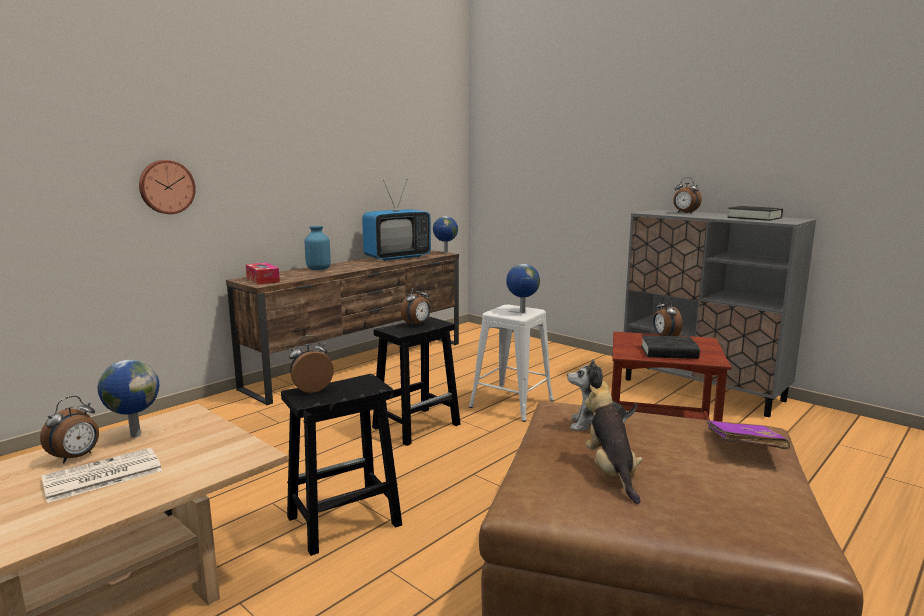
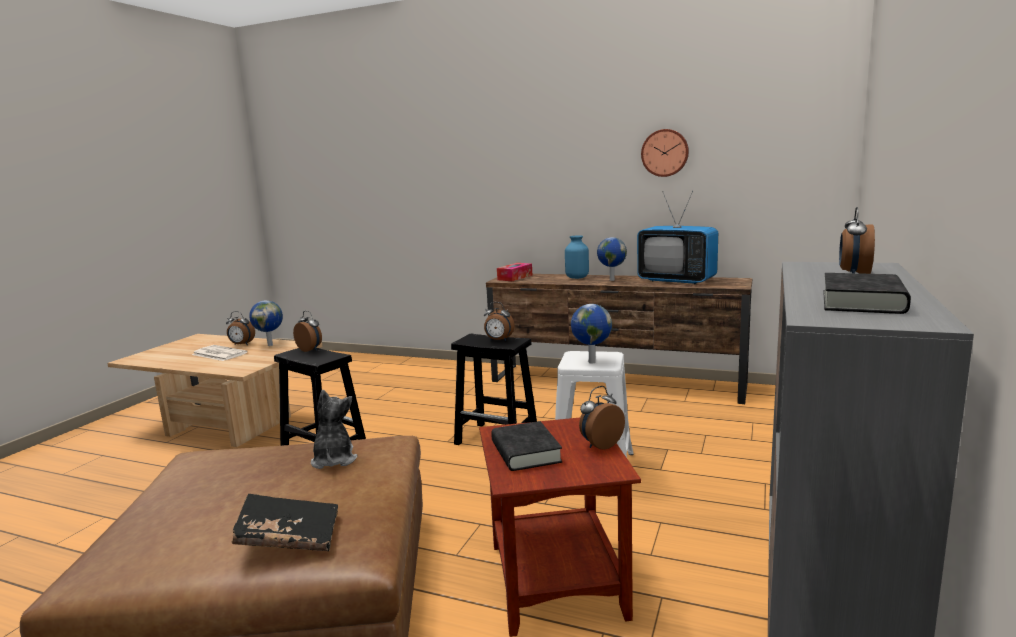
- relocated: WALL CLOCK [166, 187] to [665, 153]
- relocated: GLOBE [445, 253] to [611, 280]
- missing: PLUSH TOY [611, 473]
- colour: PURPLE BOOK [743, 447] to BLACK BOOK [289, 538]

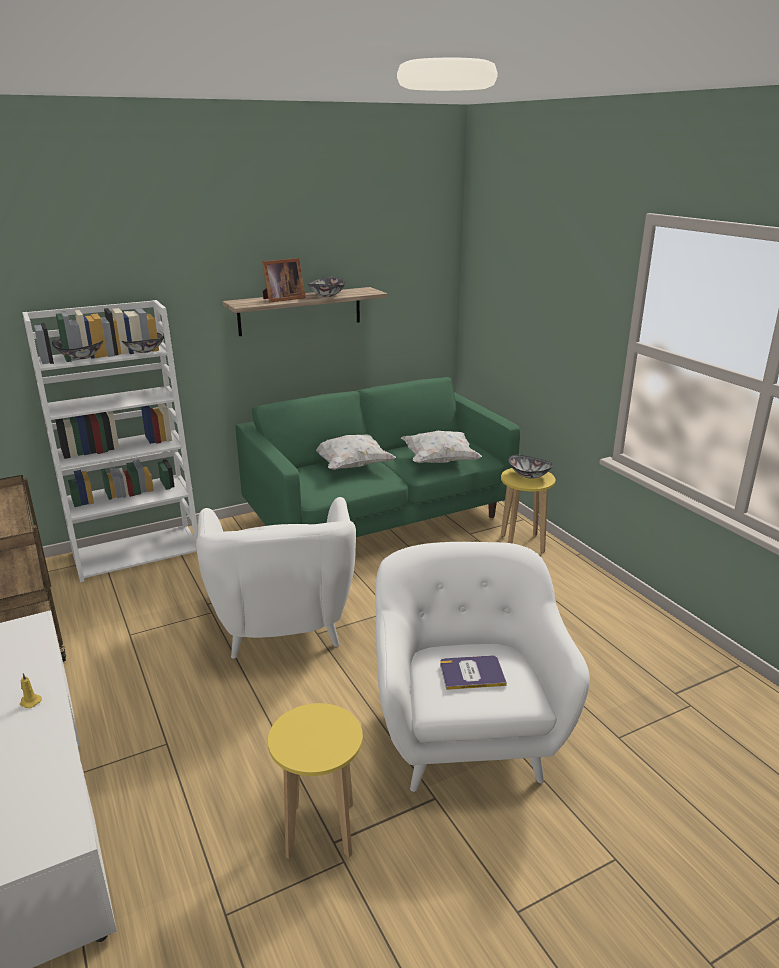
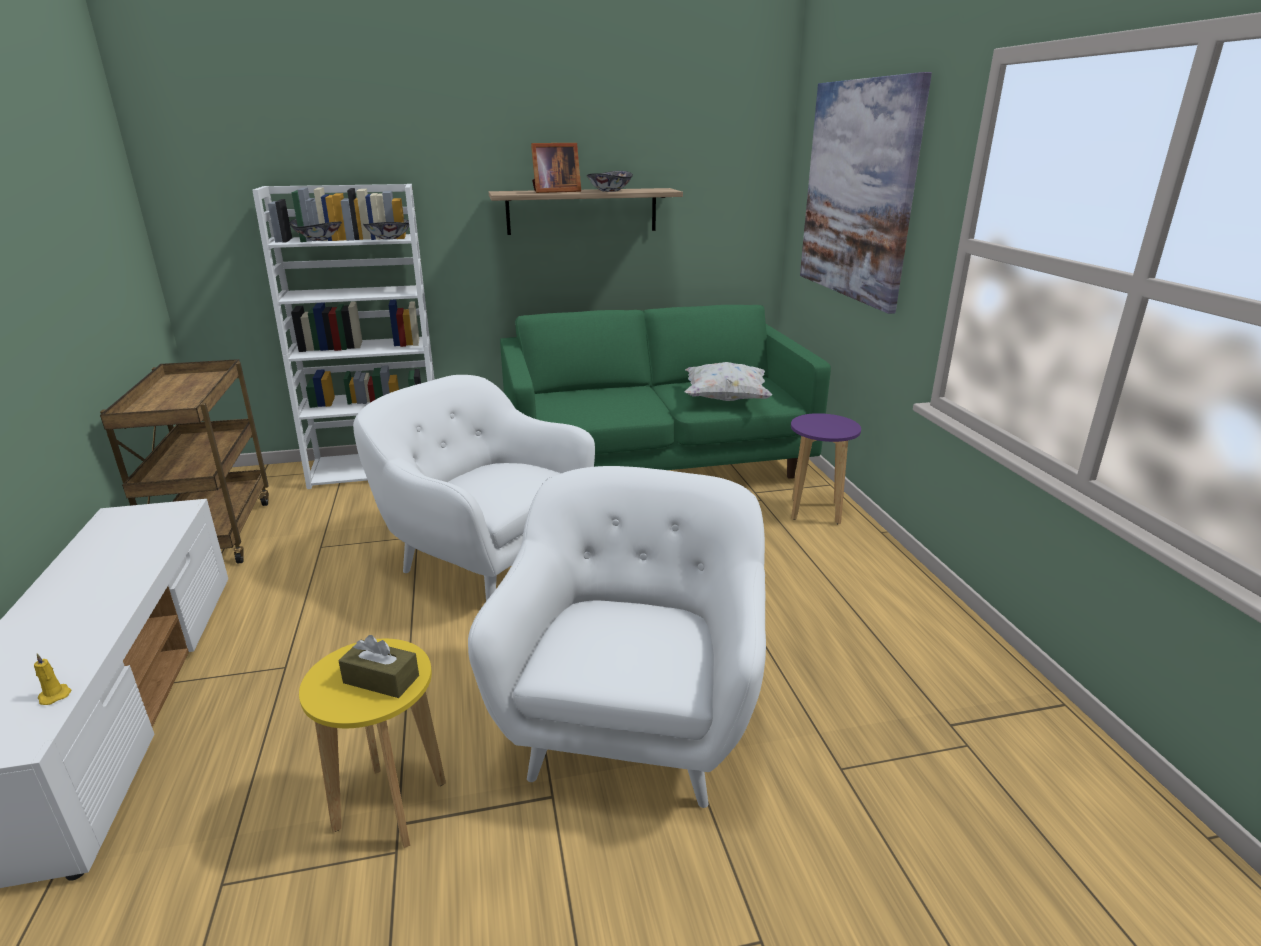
- missing: WHITE PILLOW [351, 466]
- missing: BOWL [529, 475]
- colour: YELLOW STOOL [522, 544] to PURPLE STOOL [816, 511]
- spun: WHITE ARMCHAIR [283, 625] = [485, 560] 120 degrees clockwise
- missing: BOOK [472, 673]
- relocated: YELLOW CANDLE [30, 702] to [54, 695]
- appeared: PICTURE [858, 191]
- appeared: BROWN TISSUE BOX [381, 679]

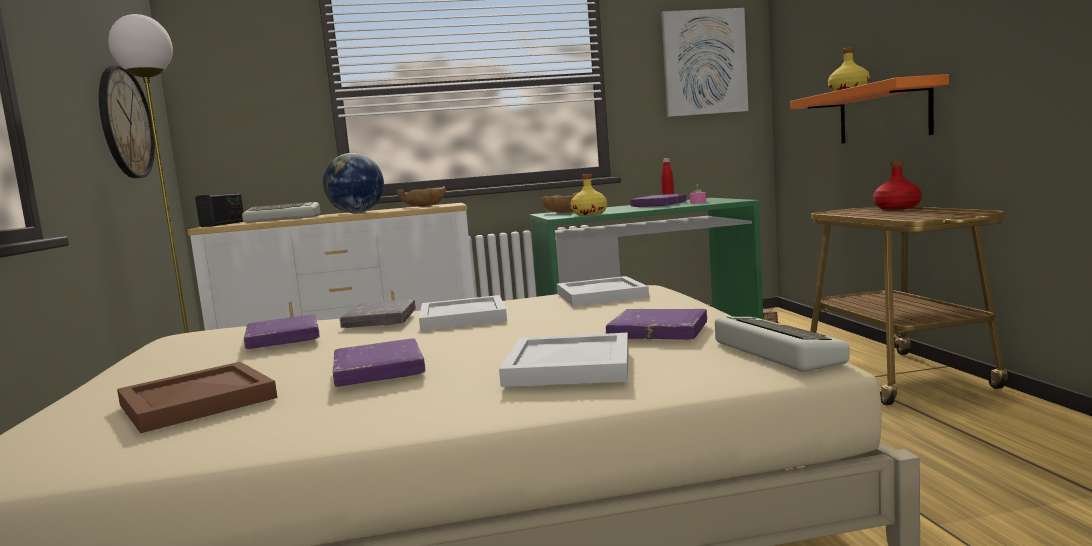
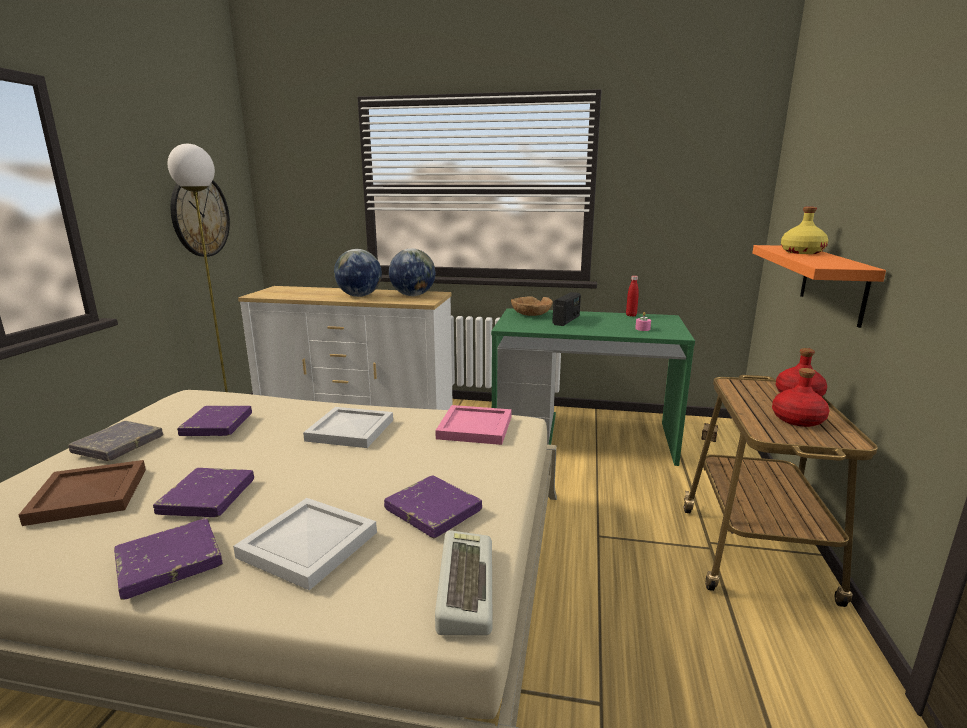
- missing: PICTURE [704, 63]
- missing: YELLOW BOTTLE [589, 214]
- exchanged: BROWN BOWL [423, 206] to GLOBE [413, 295]
- relocated: RADIO [223, 224] to [566, 320]
- relocated: PURPLE BOOK [658, 205] to [169, 562]
- missing: KEYBOARD [284, 219]
- colour: WHITE TRAY [600, 296] to PINK TRAY [473, 428]
- relocated: GREY BOOK [380, 320] to [118, 445]
- appeared: RED BOTTLE [797, 419]

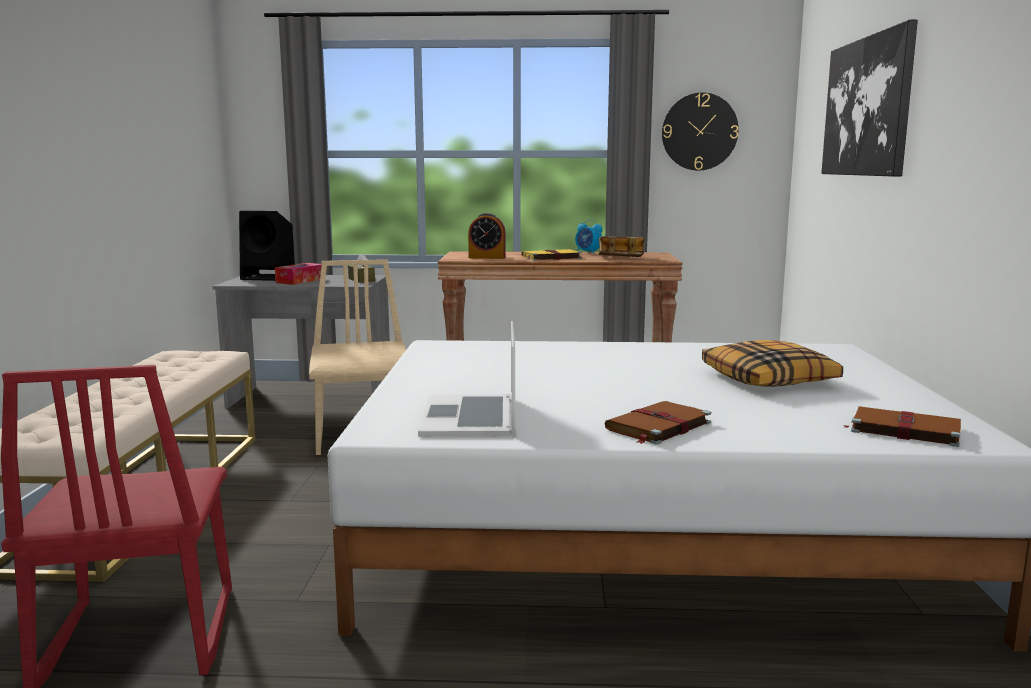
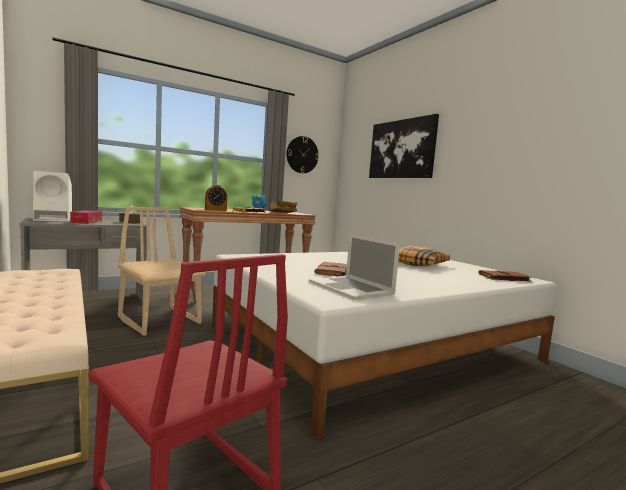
- colour: BLACK SPEAKER [269, 277] to WHITE SPEAKER [54, 219]
- relocated: BROWN BOOK [657, 426] to [332, 271]

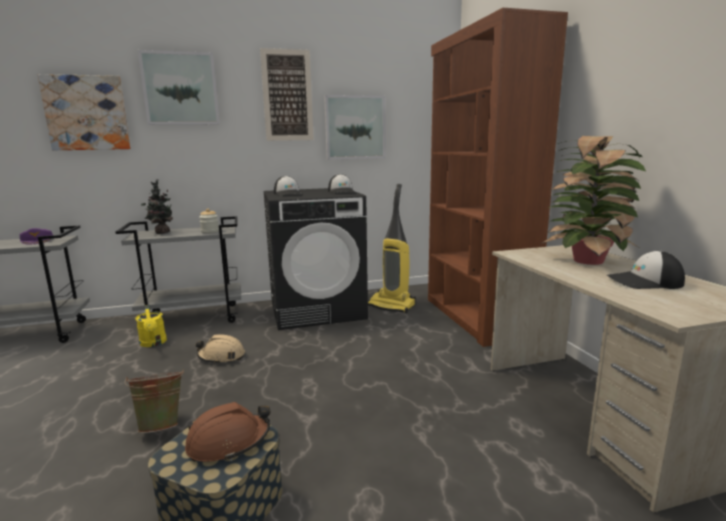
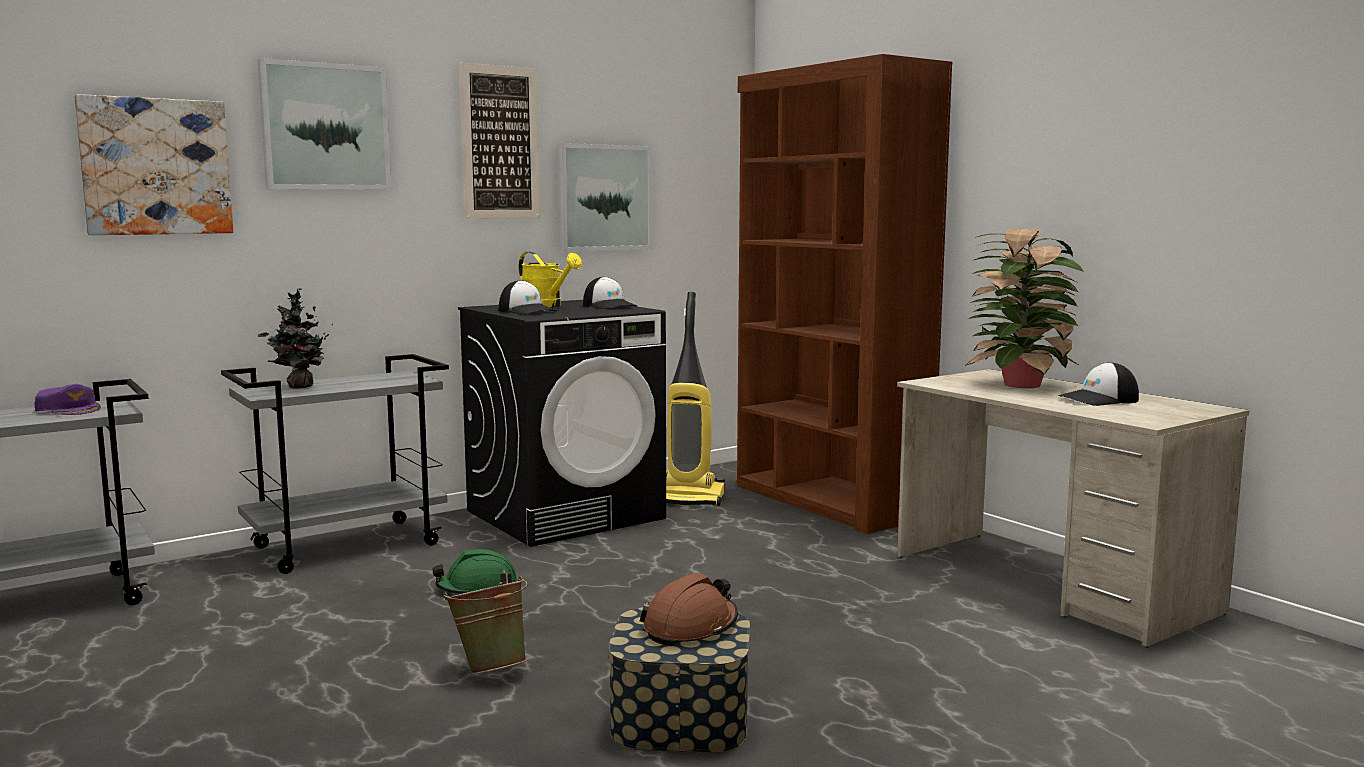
- missing: JAR [210, 231]
- relocated: YELLOW WATERING CAN [153, 343] to [547, 306]
- colour: BEIGE HARD HAT [221, 357] to GREEN HARD HAT [477, 588]

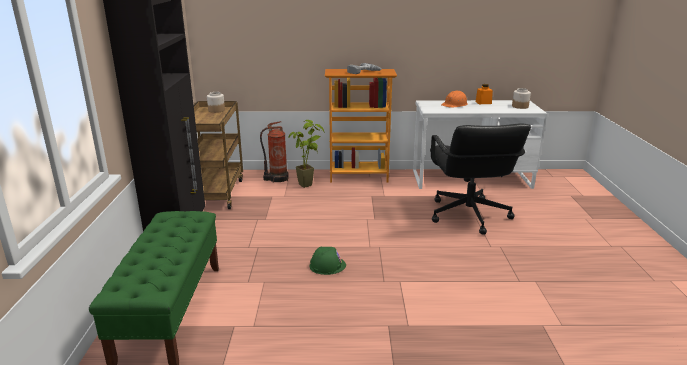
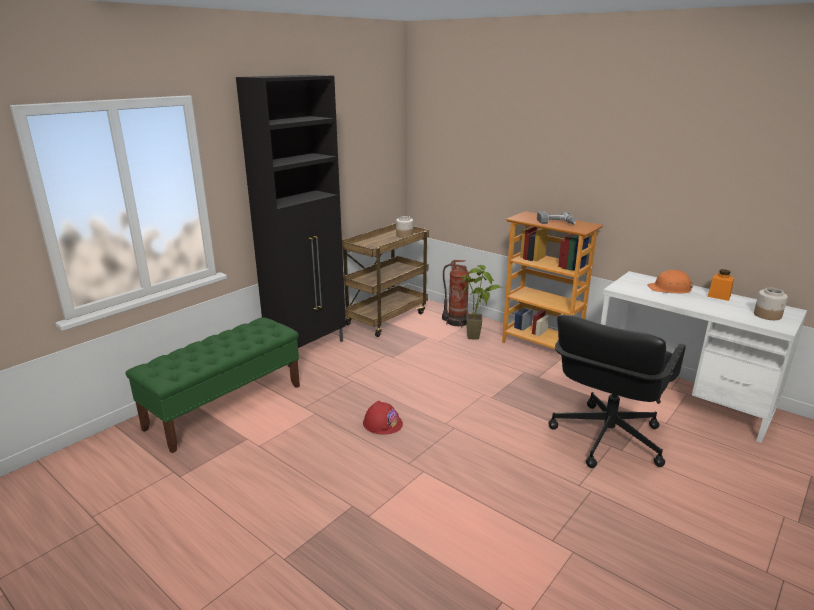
- colour: GREEN HARD HAT [327, 265] to RED HARD HAT [382, 423]

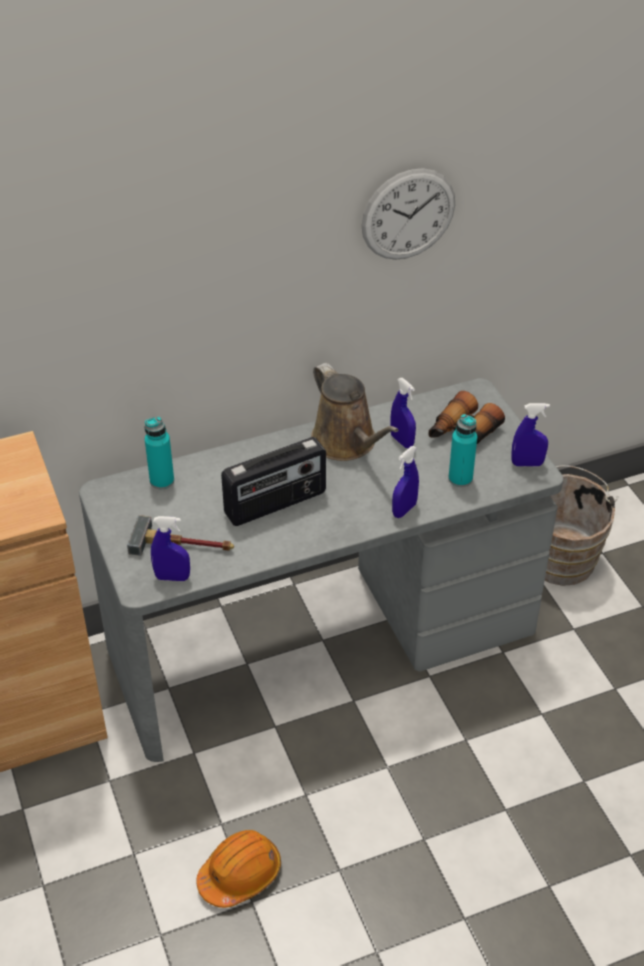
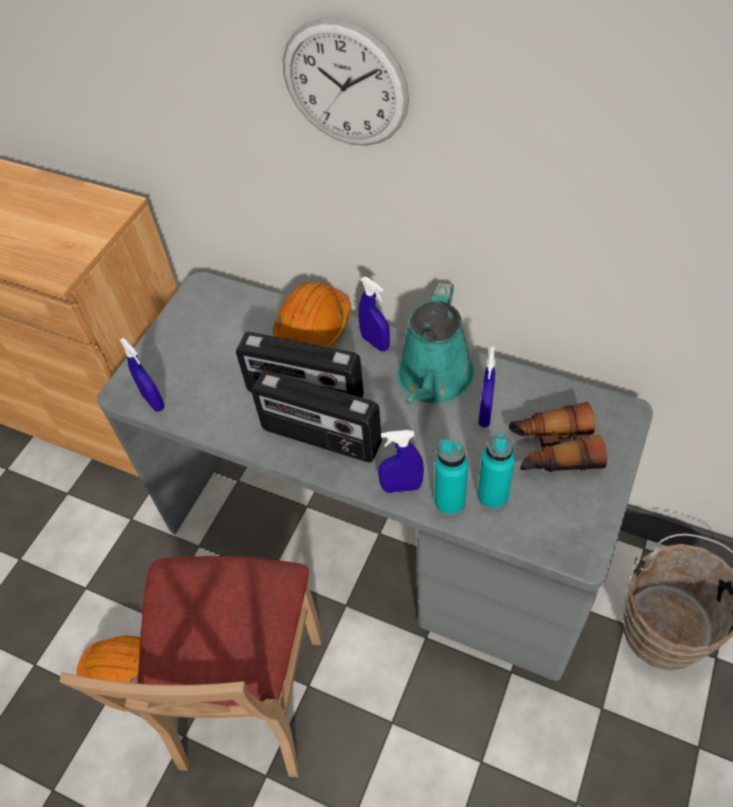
- relocated: WALL CLOCK [408, 214] to [345, 85]
- colour: BROWN WATERING CAN [347, 443] to TURQUOISE WATERING CAN [433, 380]
- relocated: BLUE SPRAY BOTTLE [527, 464] to [375, 342]
- relocated: TURQUOISE BOTTLE [162, 481] to [449, 502]
- missing: HAMMER [183, 545]
- appeared: ORANGE HARD HAT [313, 329]
- appeared: RADIO [320, 438]
- appeared: BEIGE CHAIR [248, 697]

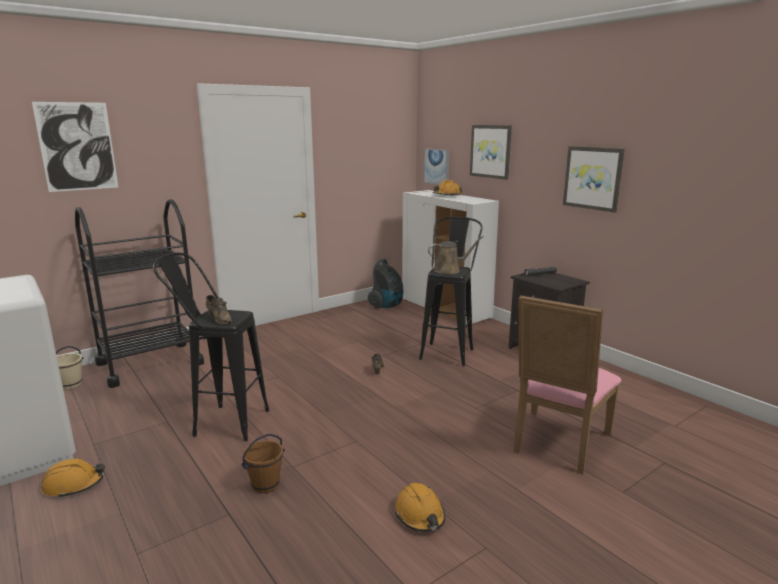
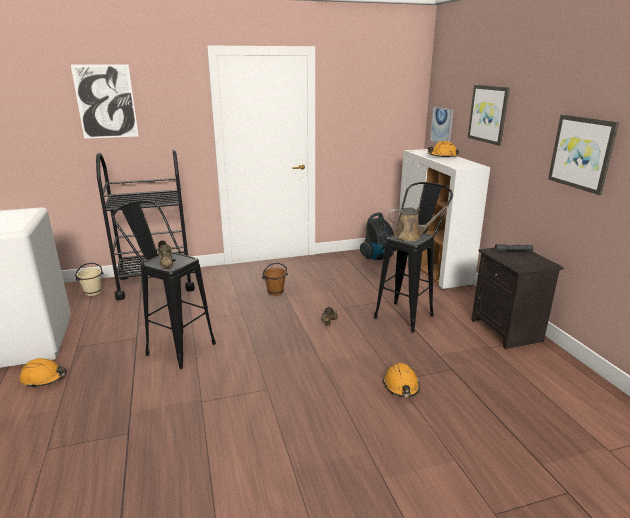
- missing: PINK CHAIR [557, 444]
- relocated: BROWN BUCKET [265, 484] to [275, 292]
- relocated: ORANGE HARD HAT [420, 515] to [401, 386]

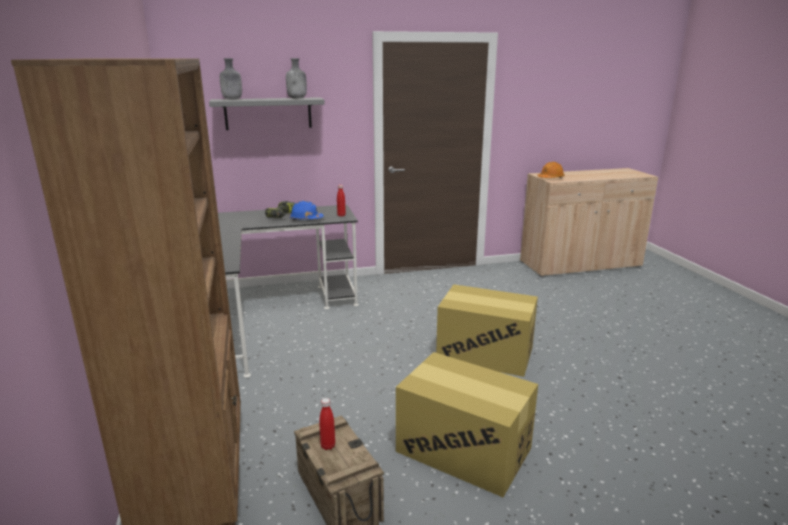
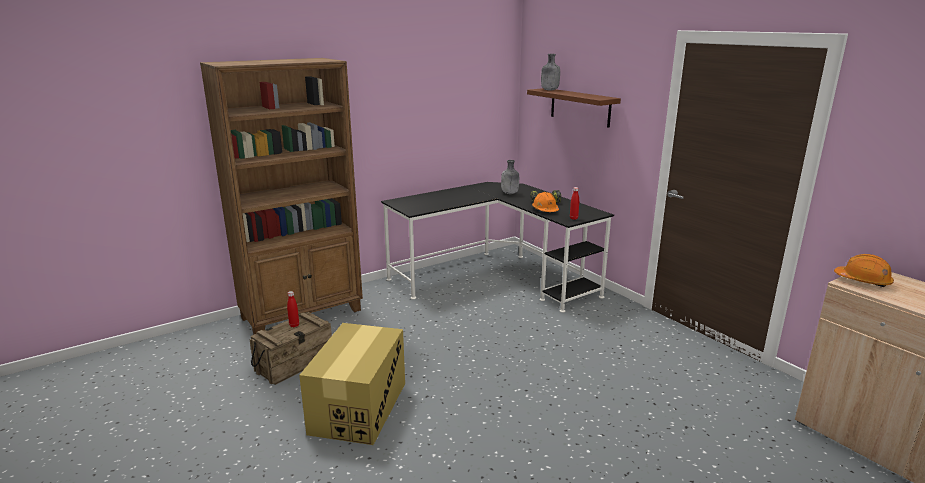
- relocated: GREY BOTTLE [297, 98] to [510, 193]
- colour: GREY SHELF [268, 113] to BROWN SHELF [580, 107]
- colour: BLUE HARD HAT [306, 219] to ORANGE HARD HAT [545, 210]
- missing: CARDBOARD BOX [484, 353]

